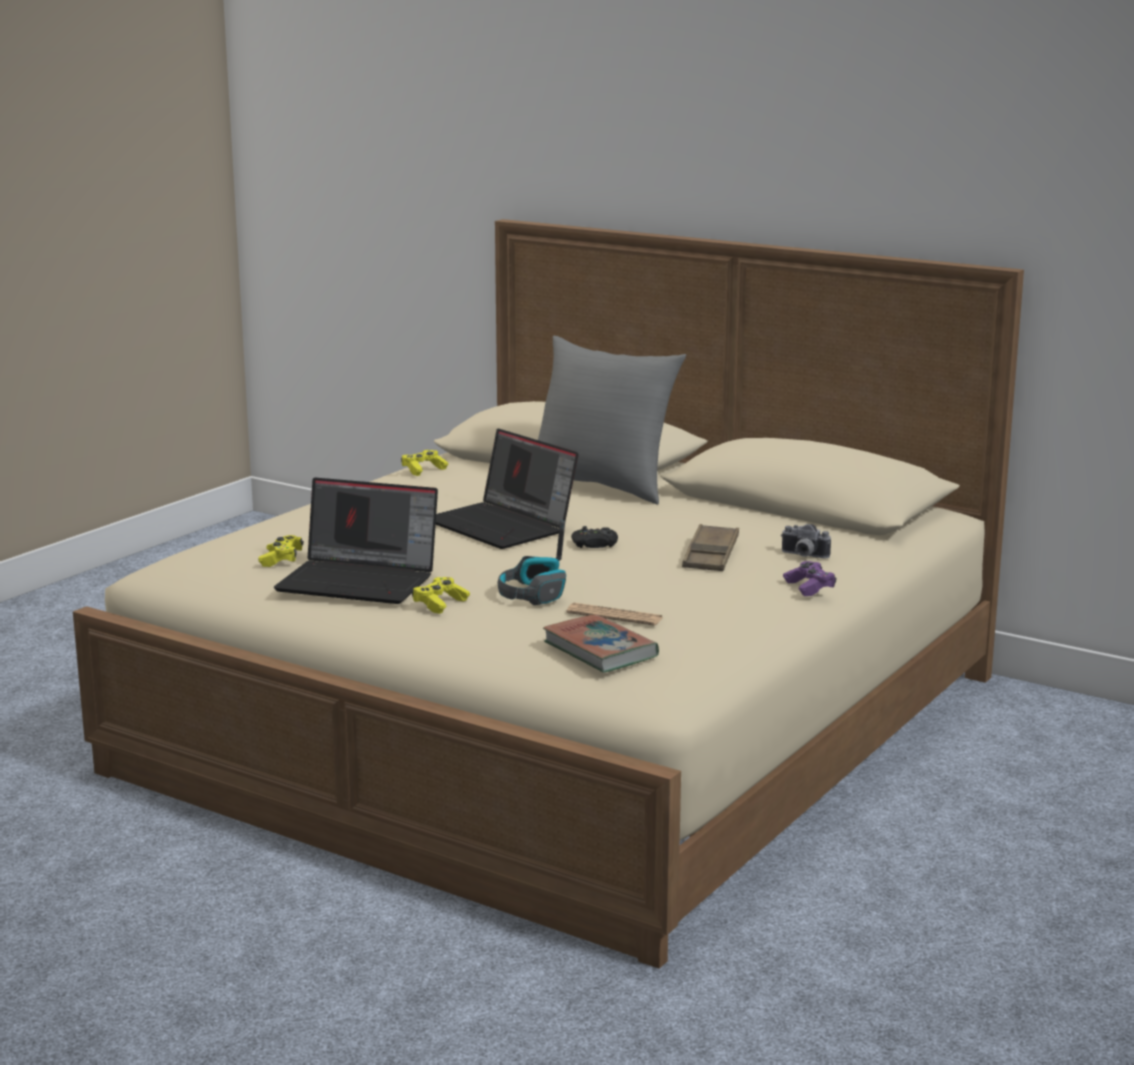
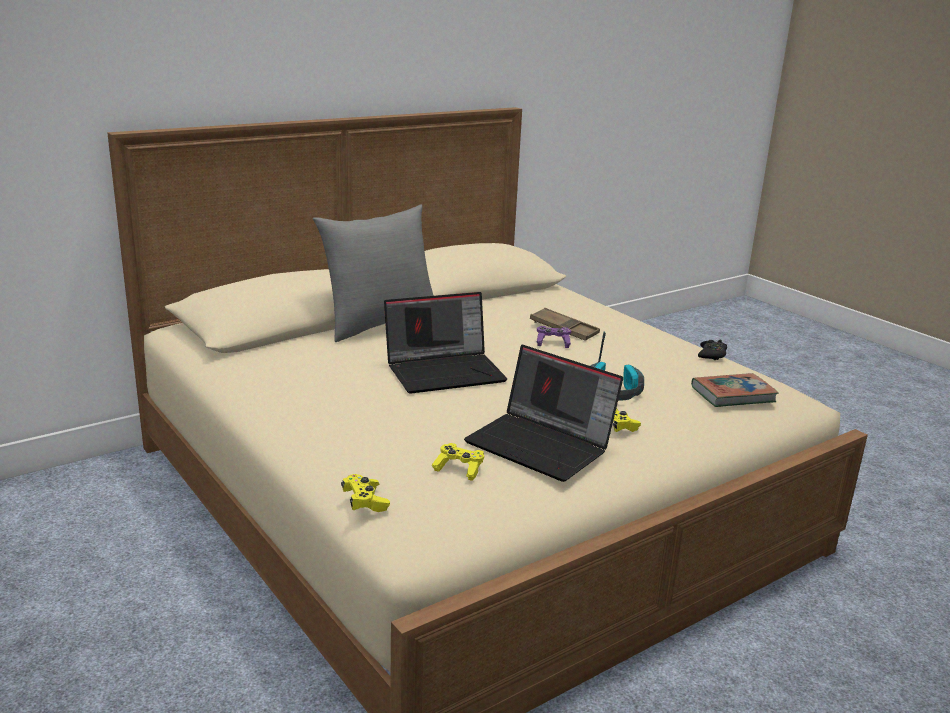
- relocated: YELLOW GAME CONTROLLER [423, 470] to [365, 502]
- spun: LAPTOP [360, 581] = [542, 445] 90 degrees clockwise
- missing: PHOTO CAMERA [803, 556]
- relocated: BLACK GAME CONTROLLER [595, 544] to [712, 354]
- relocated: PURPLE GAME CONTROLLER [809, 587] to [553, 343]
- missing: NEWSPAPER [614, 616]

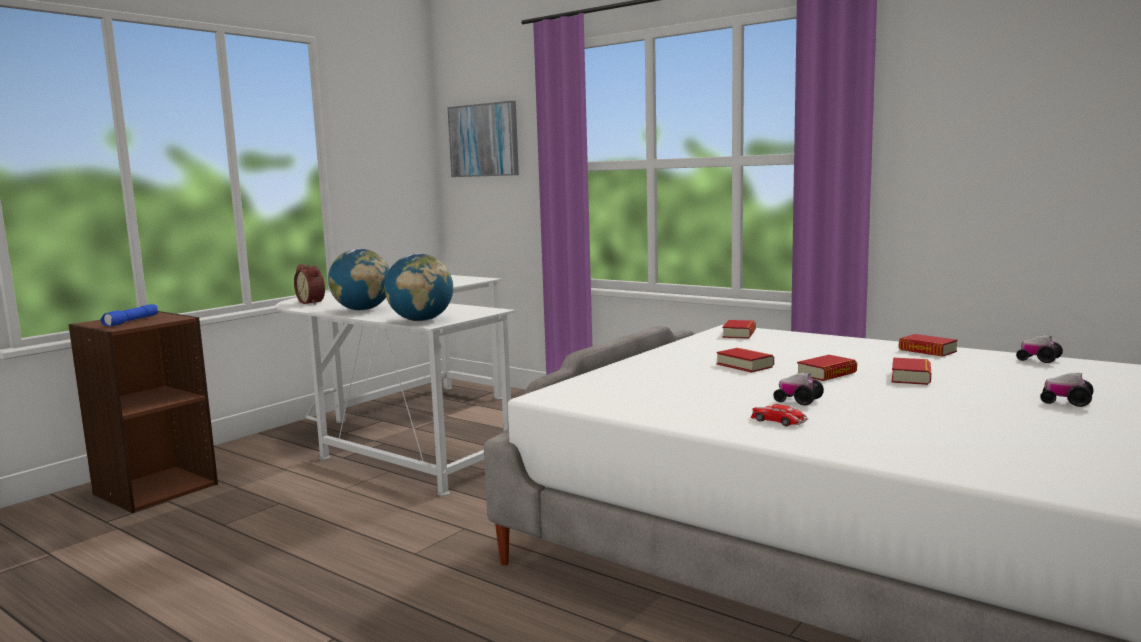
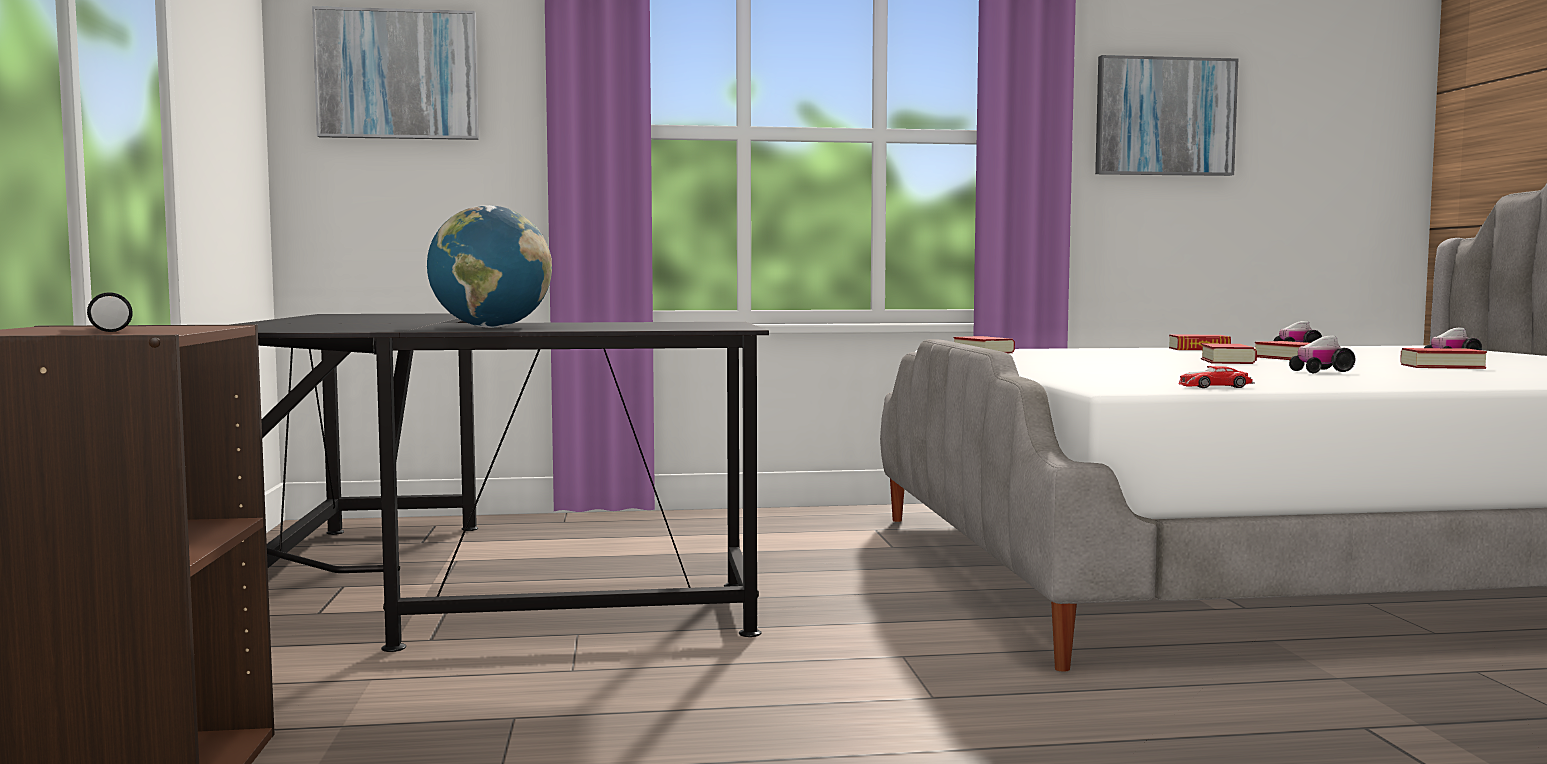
- missing: GLOBE [421, 320]
- missing: ALARM CLOCK [313, 302]
- colour: WHITE DESK [407, 433] to BLACK DESK [449, 590]
- colour: BLUE FLASHLIGHT [131, 321] to BLACK FLASHLIGHT [113, 329]
- relocated: BOOK [745, 365] to [1442, 366]
- relocated: TOY CAR [778, 421] to [1214, 386]
- appeared: PICTURE [1164, 117]

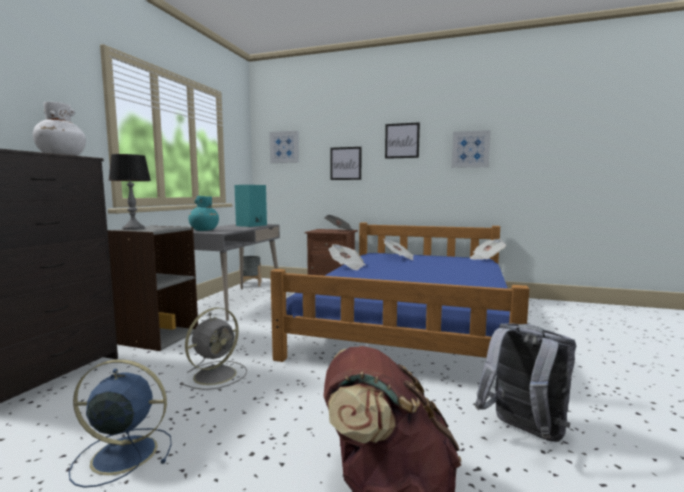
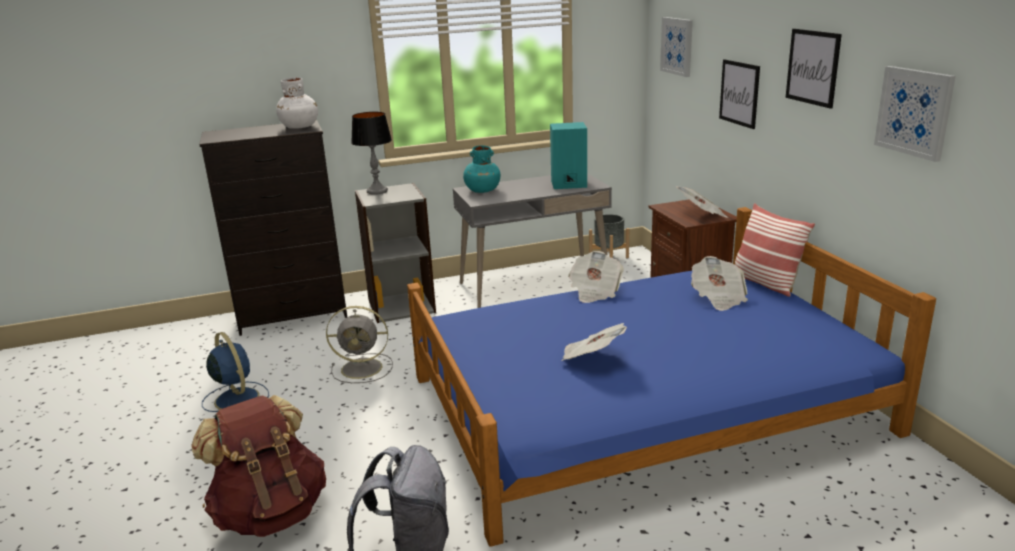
- relocated: NEWSPAPER [486, 258] to [591, 358]
- appeared: PILLOW [765, 282]

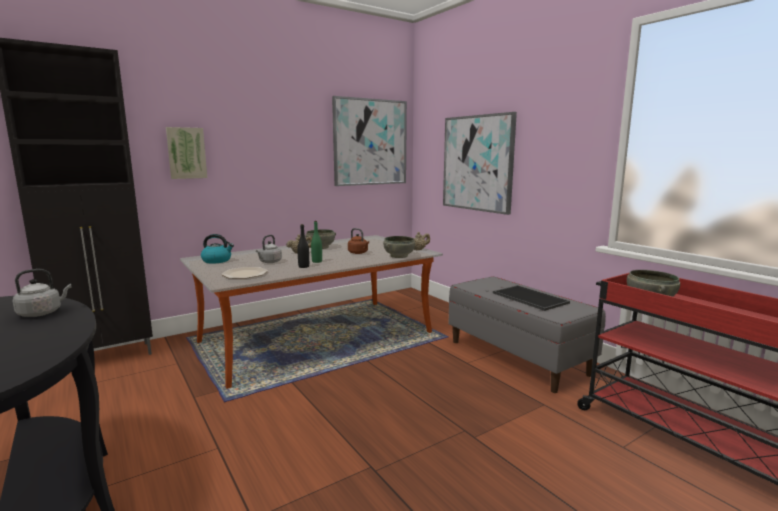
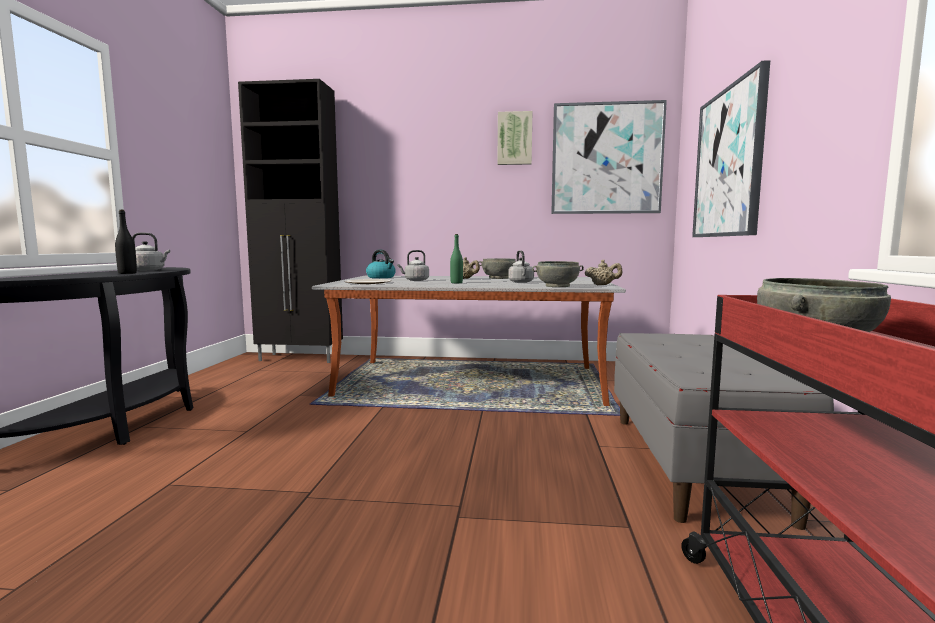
- relocated: PICTURE [186, 153] to [514, 138]
- relocated: BLACK BOTTLE [303, 266] to [127, 273]
- colour: BROWN KETTLE [358, 253] to GREY KETTLE [521, 282]
- missing: TRAY [528, 298]

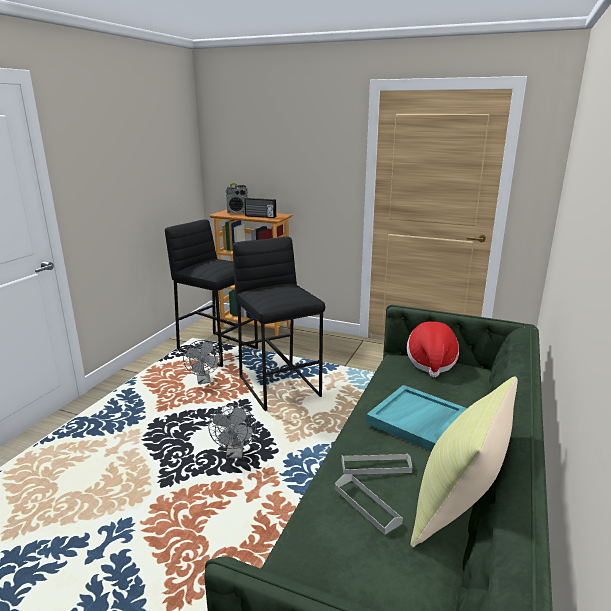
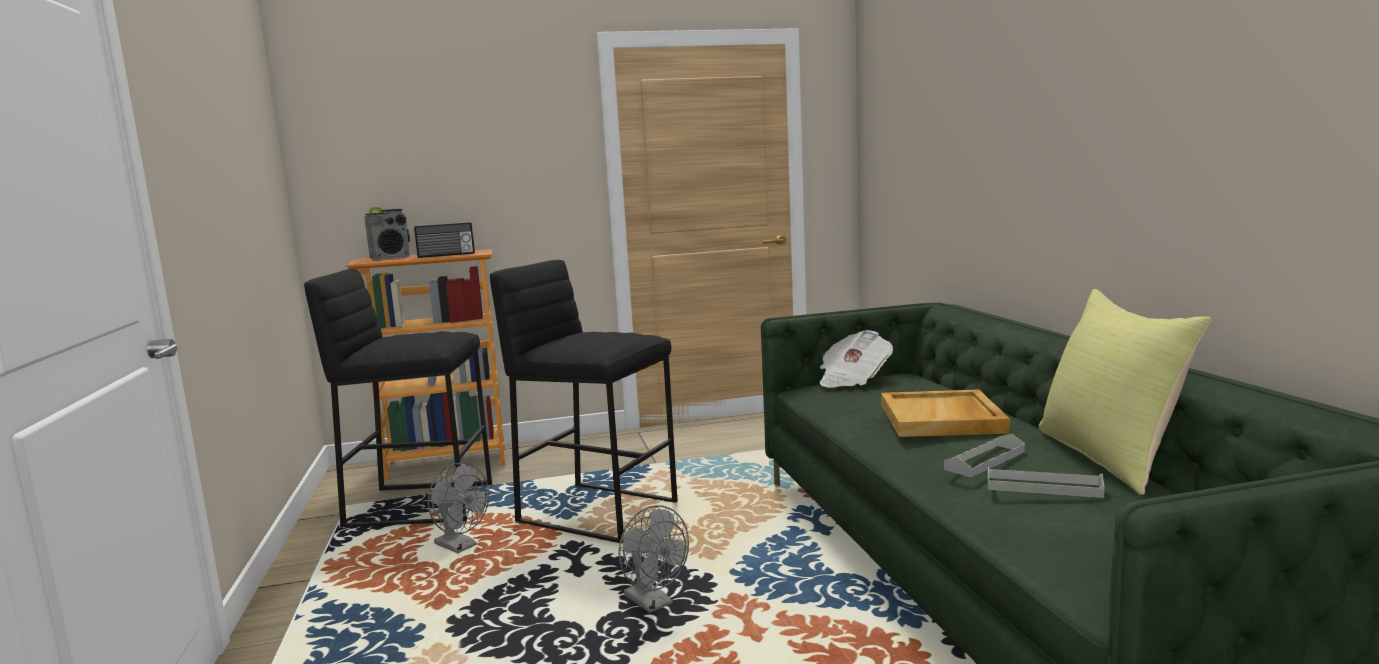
- exchanged: HAT [431, 363] to NEWSPAPER [852, 379]
- colour: TURQUOISE TRAY [417, 420] to BEIGE TRAY [942, 419]

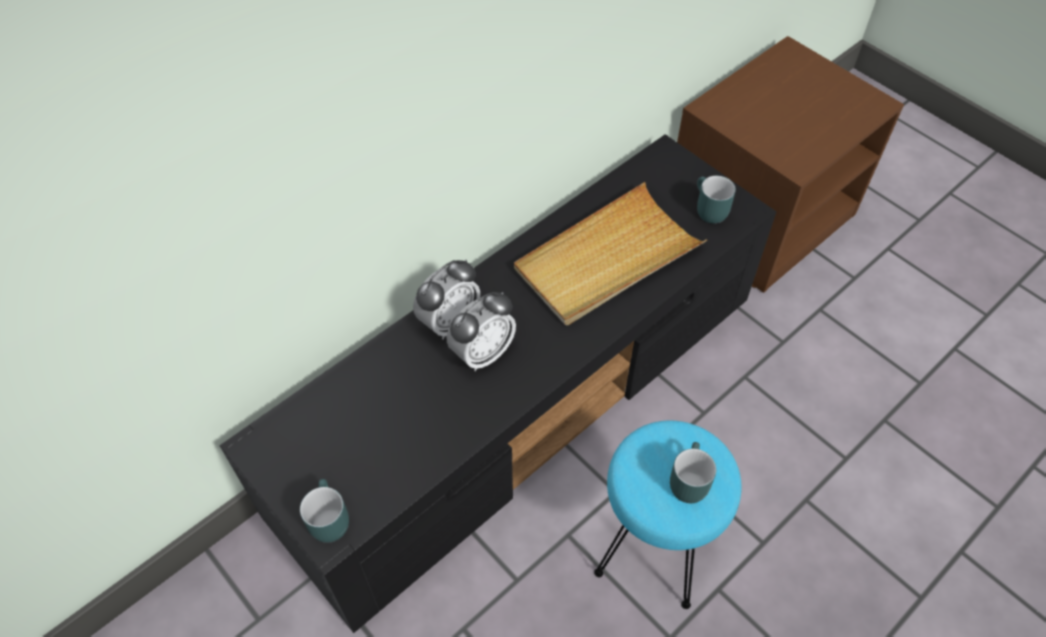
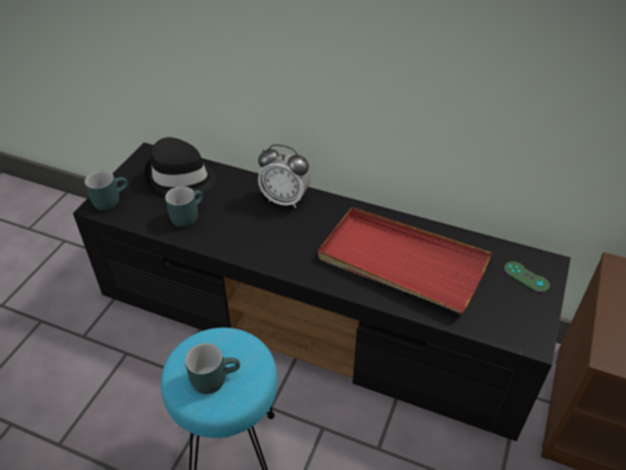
- relocated: TURQUOISE MUG [707, 210] to [186, 215]
- colour: BEIGE TRAY [607, 259] to RED TRAY [401, 262]
- missing: ALARM CLOCK [482, 353]
- appeared: BLACK HAT [181, 178]
- appeared: GREEN GAME CONTROLLER [526, 277]

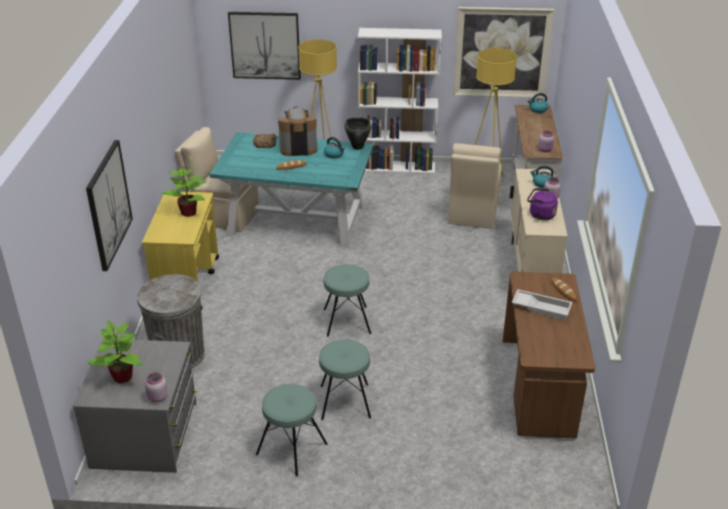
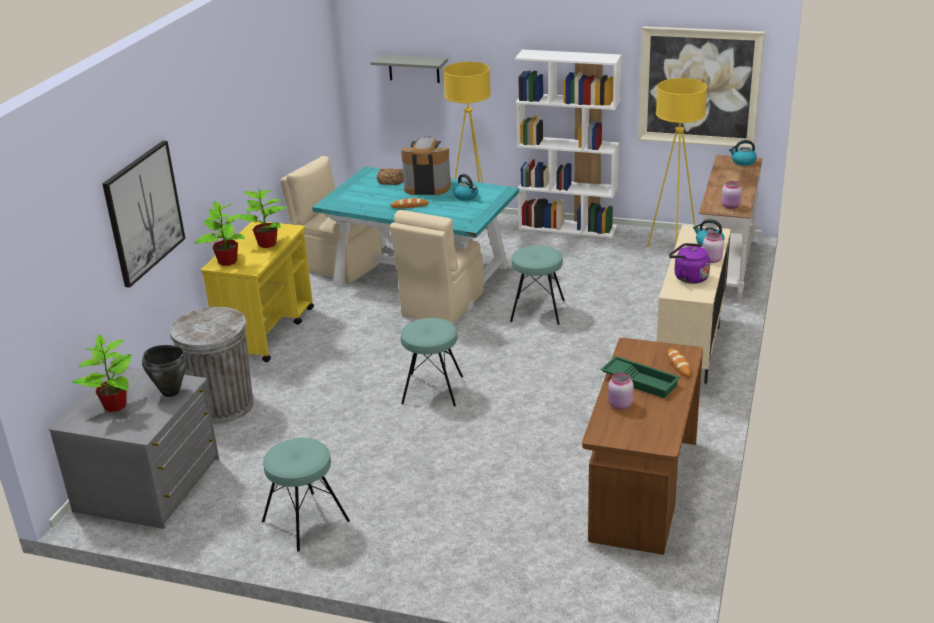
- exchanged: PICTURE [265, 45] to GREY SHELF [414, 68]
- relocated: BLACK COOKING POT [357, 147] to [170, 392]
- relocated: BEIGE CHAIR [472, 213] to [441, 305]
- colour: WHITE TRAY [542, 307] to GREEN TRAY [640, 381]
- relocated: TURQUOISE STOOL [345, 401] to [537, 311]
- relocated: PINK JAR [157, 398] to [619, 405]
- appeared: POTTED PLANT [227, 261]

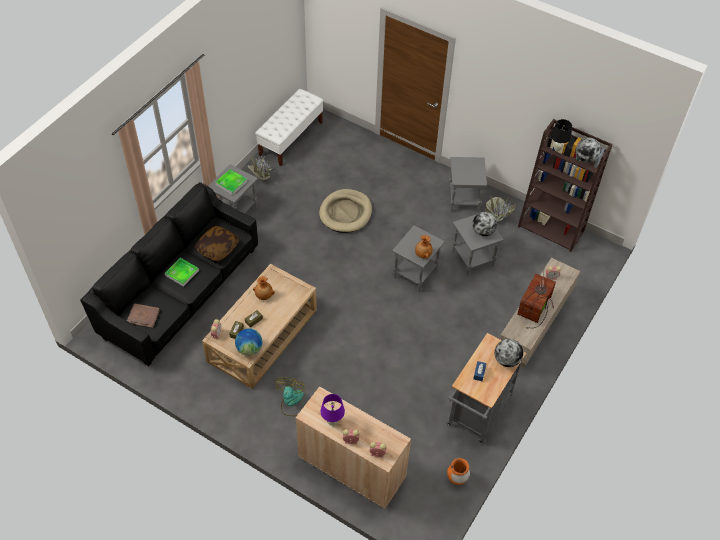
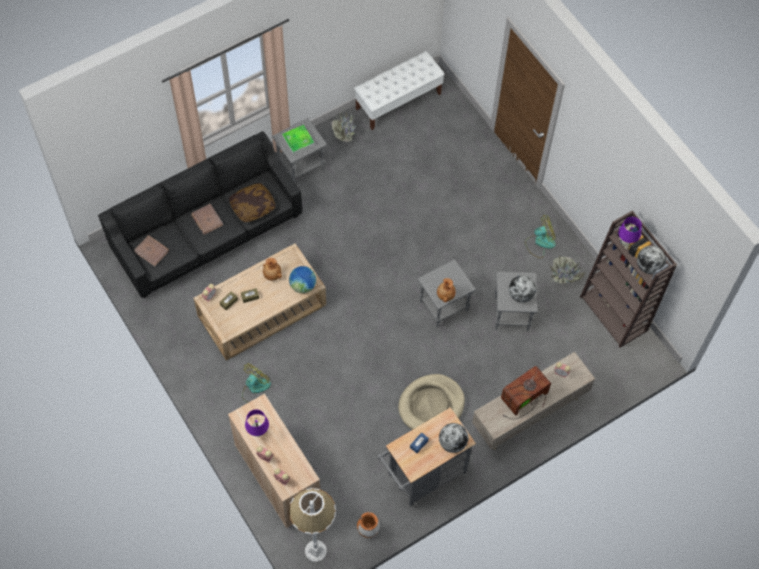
- colour: BLACK TABLE LAMP [557, 149] to PURPLE TABLE LAMP [626, 243]
- exchanged: GREY SIDE TABLE [463, 199] to FAN [540, 242]
- relocated: BEIGE DOG BED [345, 213] to [431, 406]
- exchanged: TRAY [182, 273] to BROWN BOOK [207, 220]
- relocated: GLOBE [249, 349] to [303, 285]
- appeared: WHITE FLOOR LAMP [315, 550]

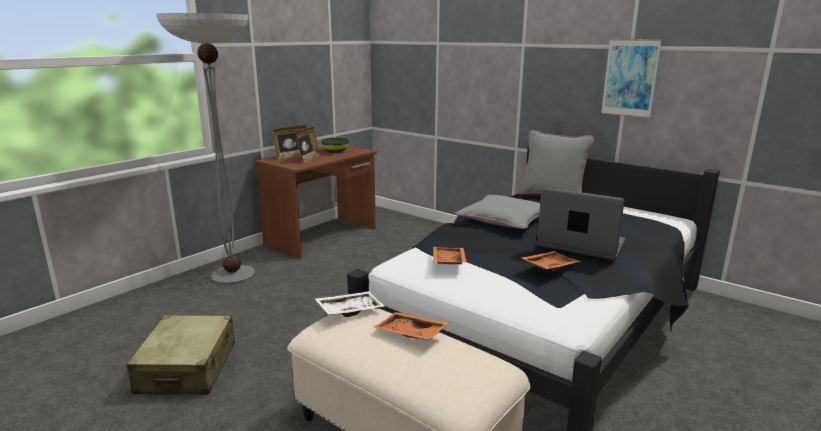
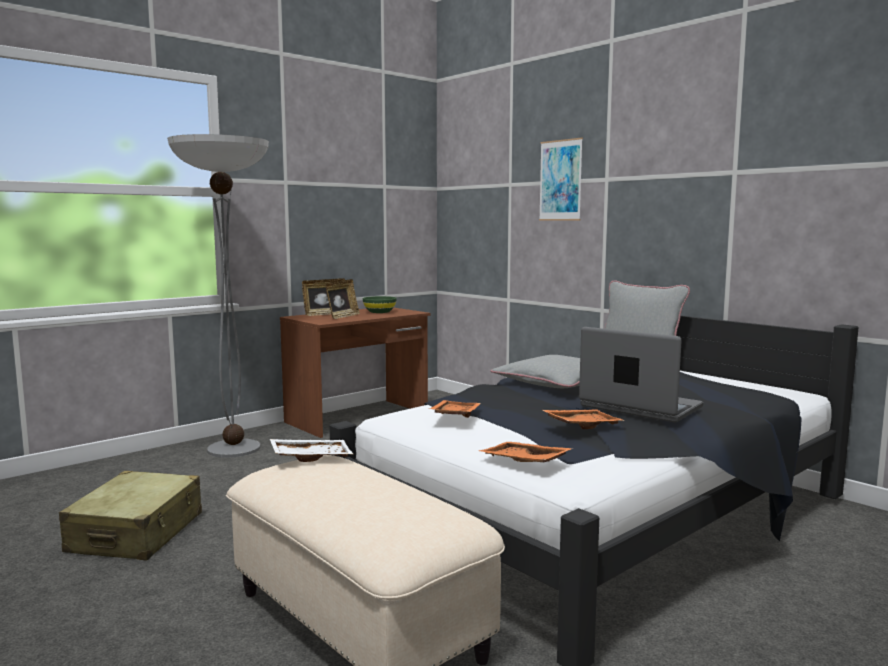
- relocated: PICTURE [630, 78] to [560, 180]
- relocated: ORANGE TRAY [410, 334] to [523, 462]

